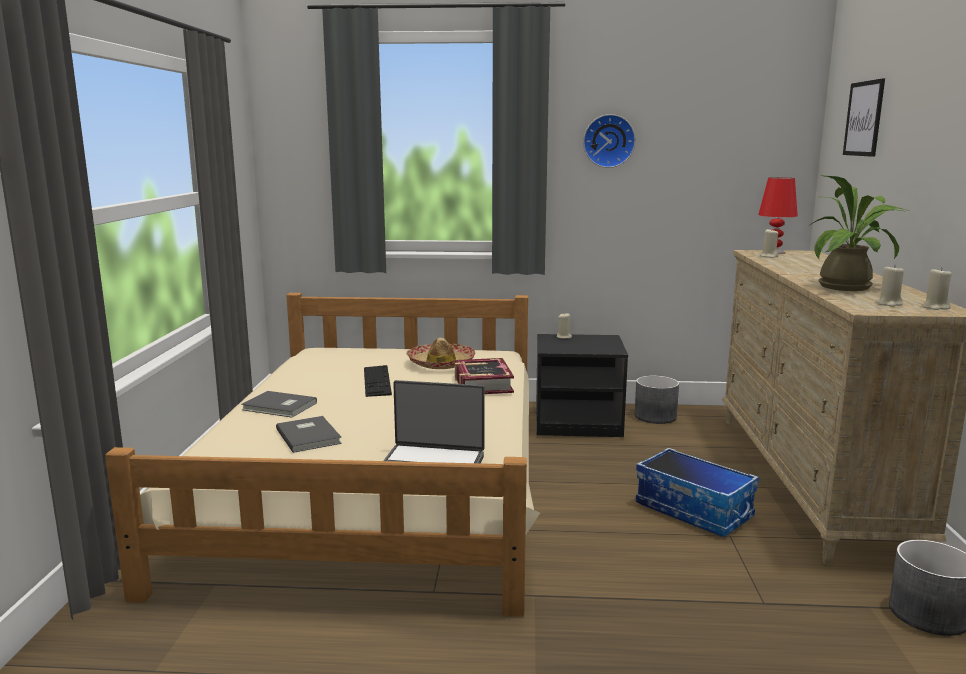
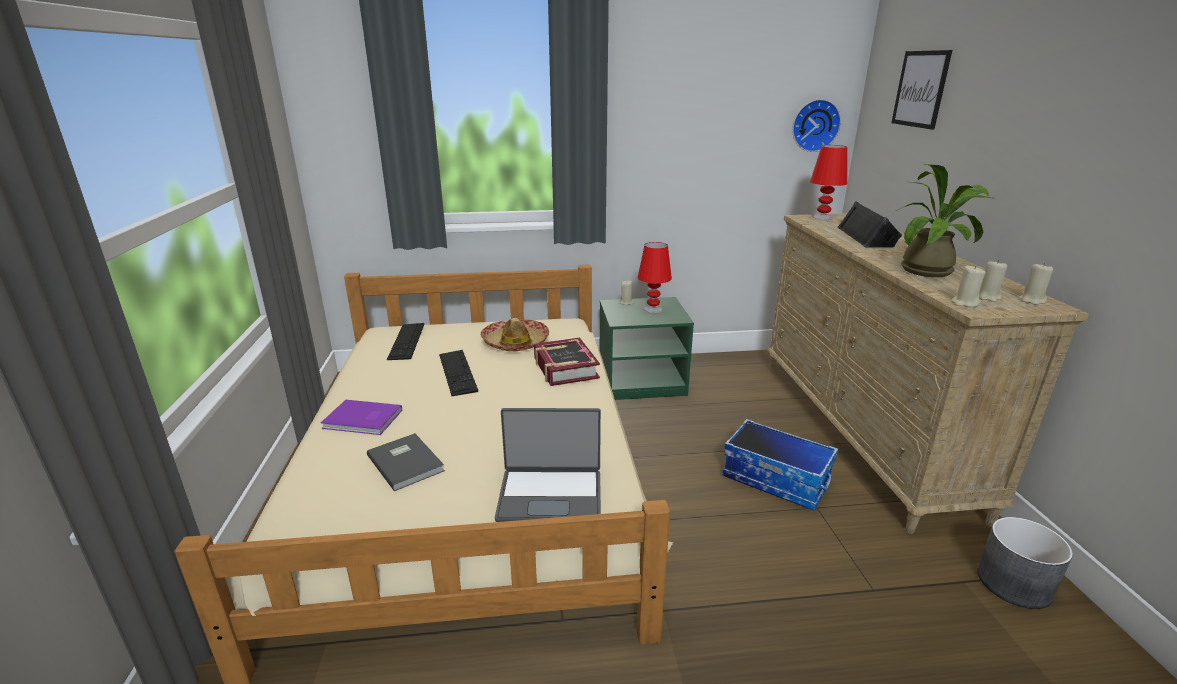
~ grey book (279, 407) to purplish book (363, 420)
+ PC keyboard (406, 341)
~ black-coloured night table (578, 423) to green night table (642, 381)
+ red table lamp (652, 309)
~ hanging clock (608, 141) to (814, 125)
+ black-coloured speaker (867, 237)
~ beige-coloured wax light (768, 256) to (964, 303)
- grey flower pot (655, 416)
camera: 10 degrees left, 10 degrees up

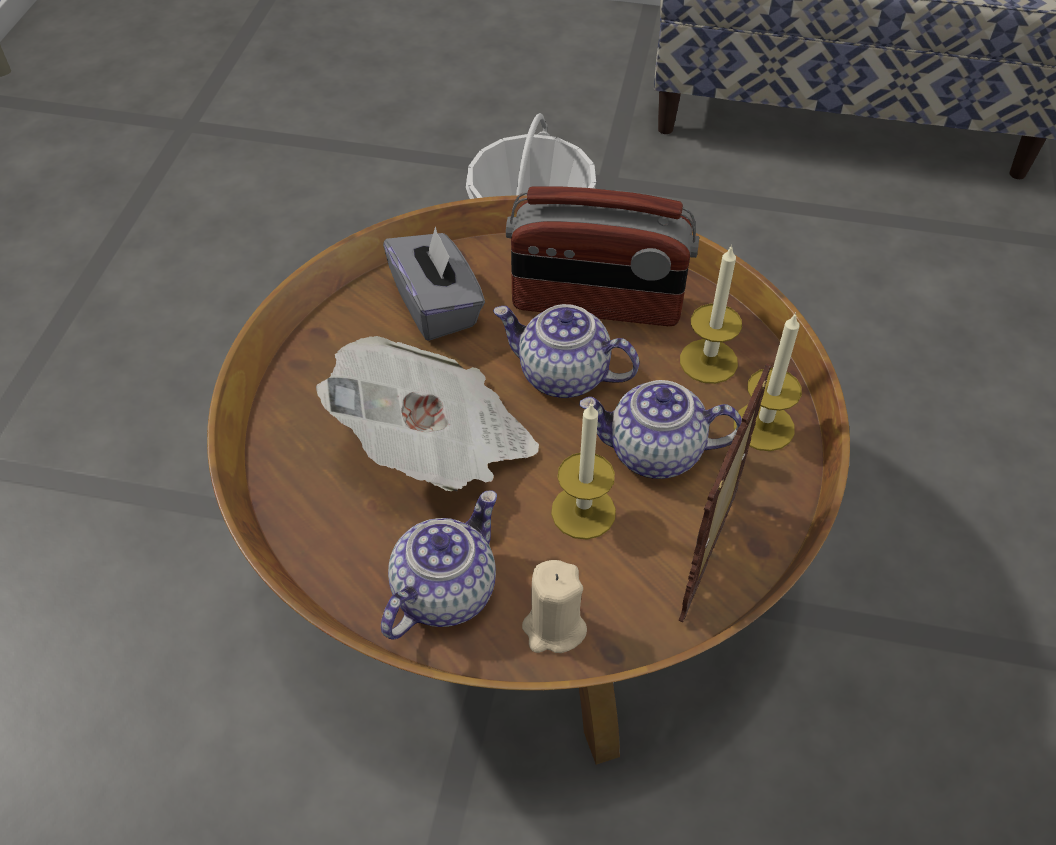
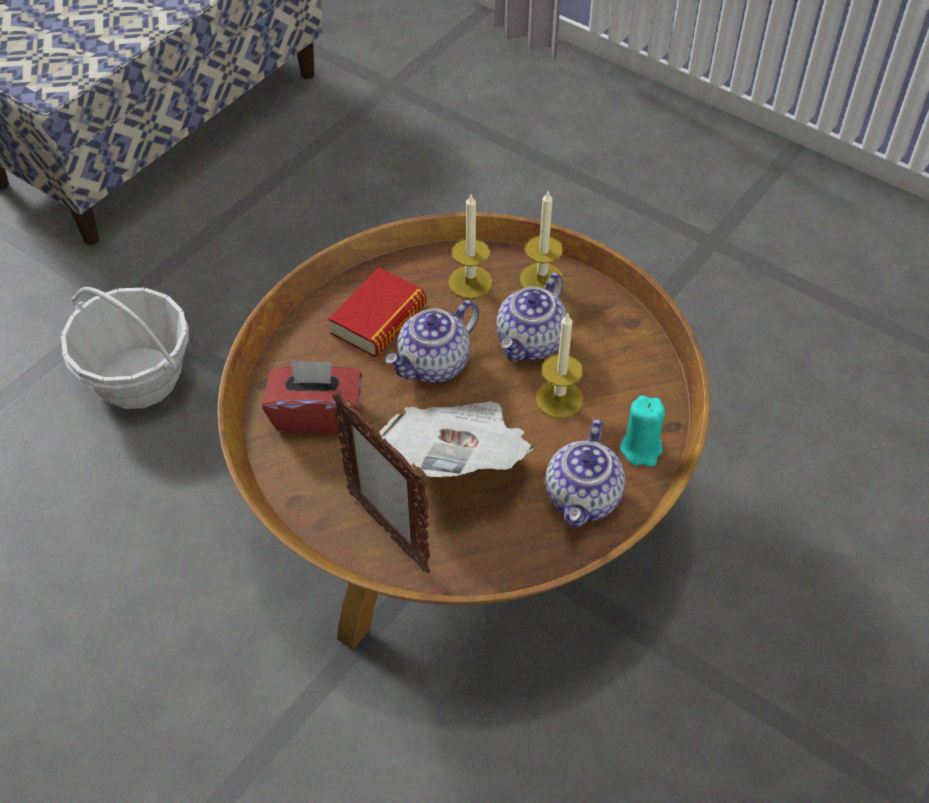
~ grey box of tissues (437, 306) to red box of tissues (316, 414)
~ radio set (596, 304) to book (378, 319)
~ standing frame (710, 556) to (387, 530)
~ tea pot (444, 590) = (584, 498) 135 degrees counterclockwise
~ beige-coloured wax light (554, 628) to turquoise-coloured wax light (641, 449)
camera: 65 degrees left, 0 degrees up

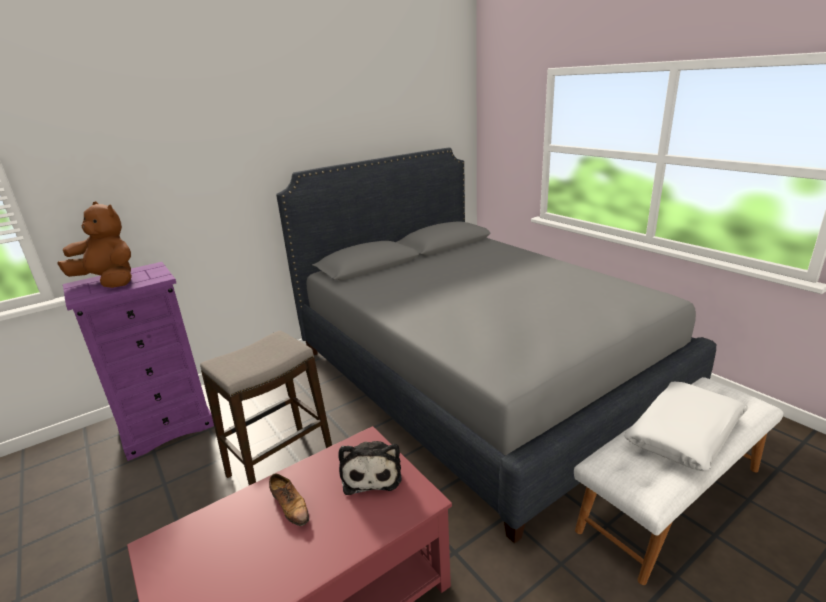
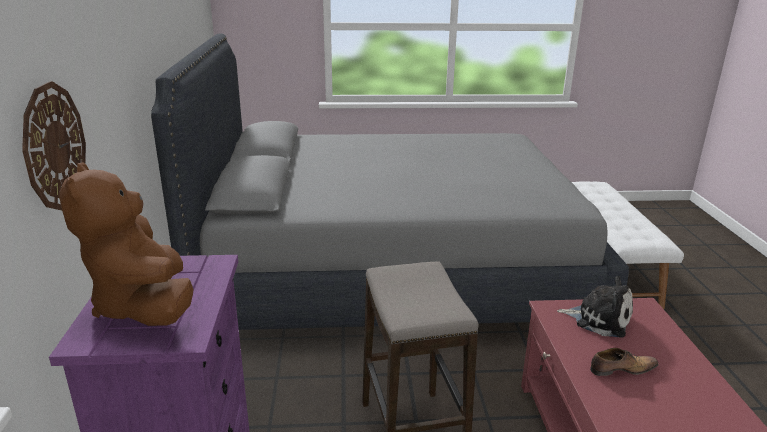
+ hanging clock (54, 147)
~ brown-coloured plush toy (109, 282) = (144, 306) 75 degrees counterclockwise
- white throw pillow (685, 434)
camera: 60 degrees left, 0 degrees up

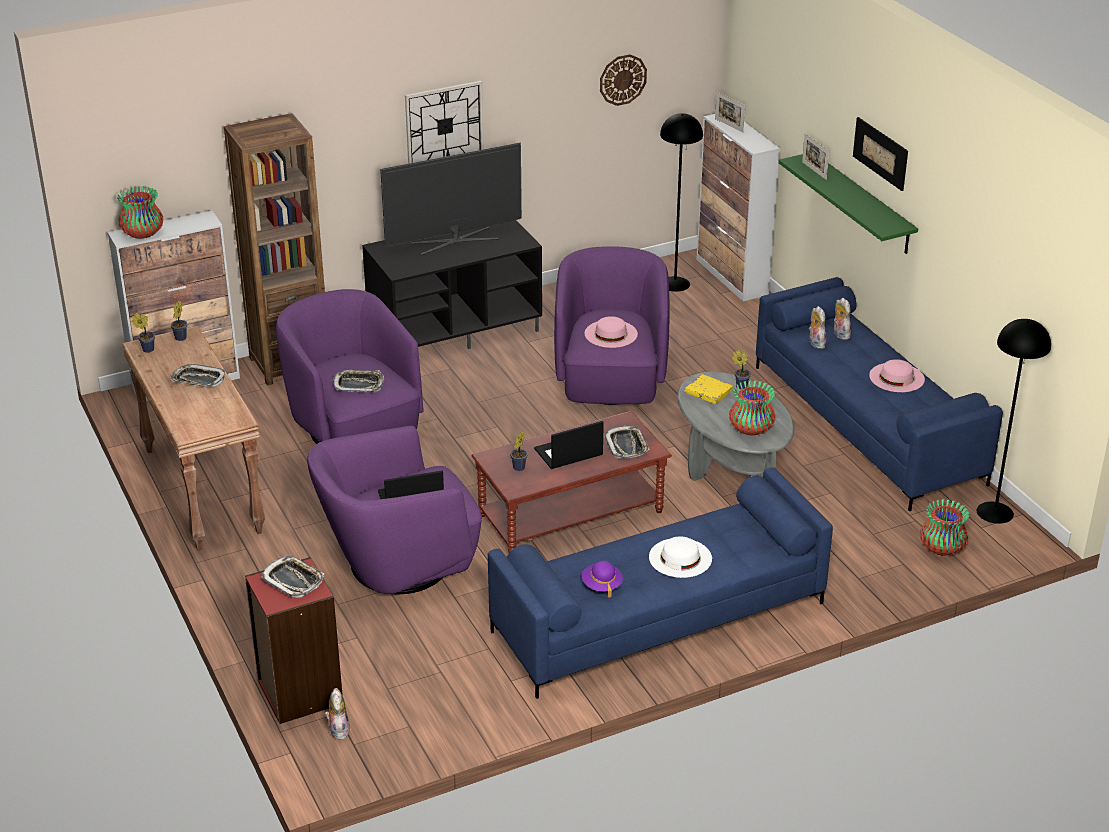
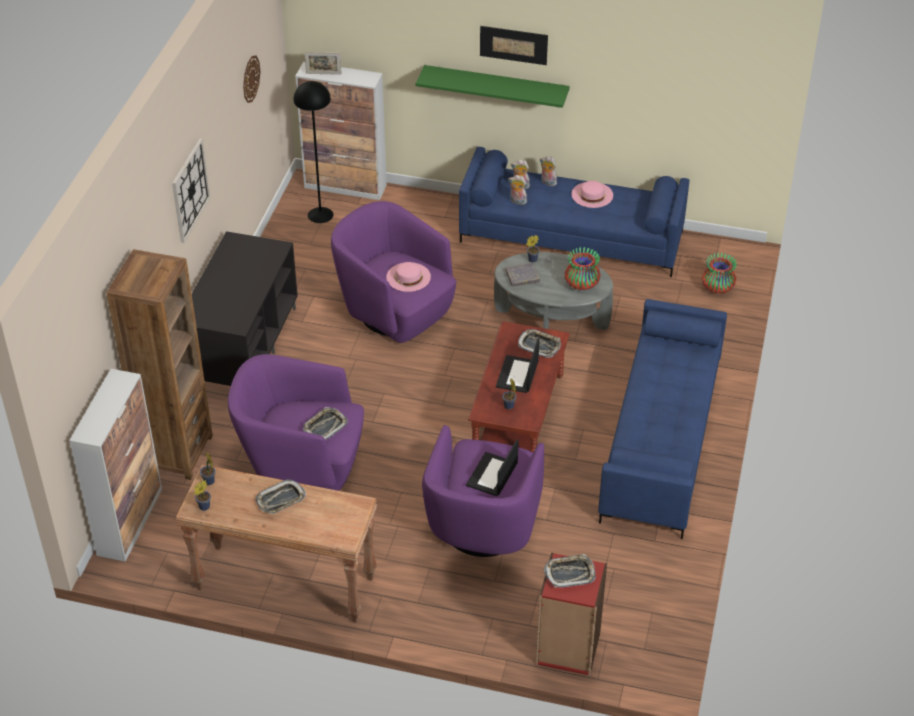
~ yellow book (708, 392) to grey book (522, 276)
~ plush toy (338, 730) to (547, 182)
- vase (142, 233)
- TV (455, 241)
- purplish clothing hat (601, 585)
- white clothing hat (680, 557)
- standing frame (814, 170)
- black-coloured floor lamp (995, 512)
camera: 50 degrees left, 10 degrees up

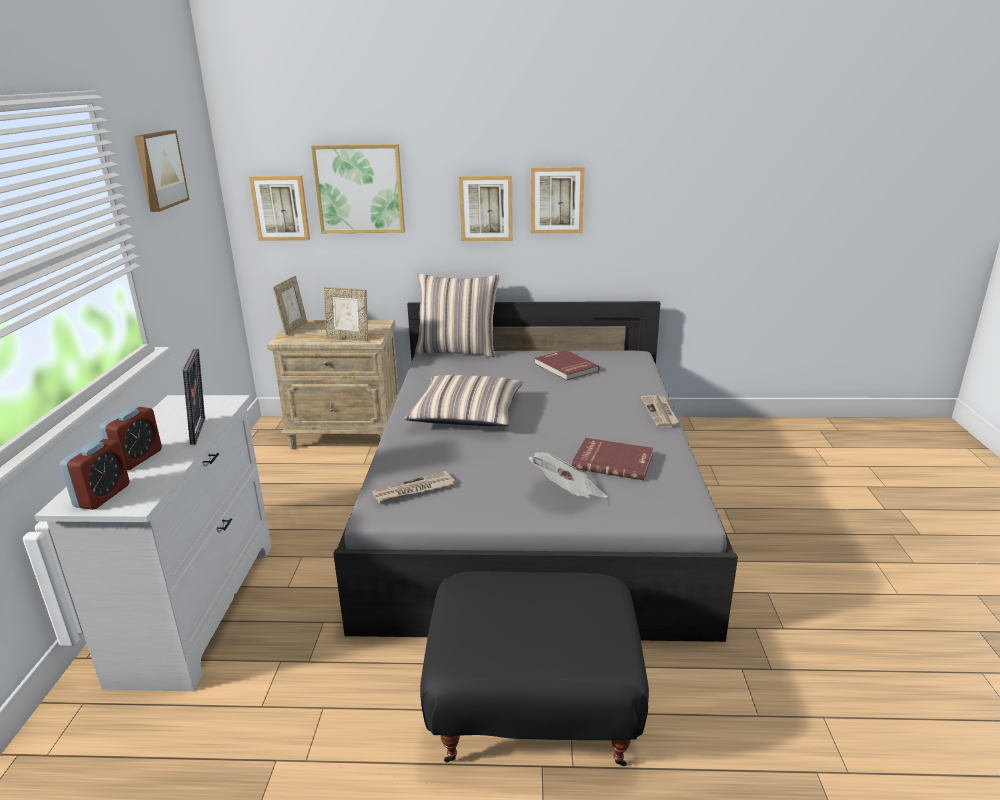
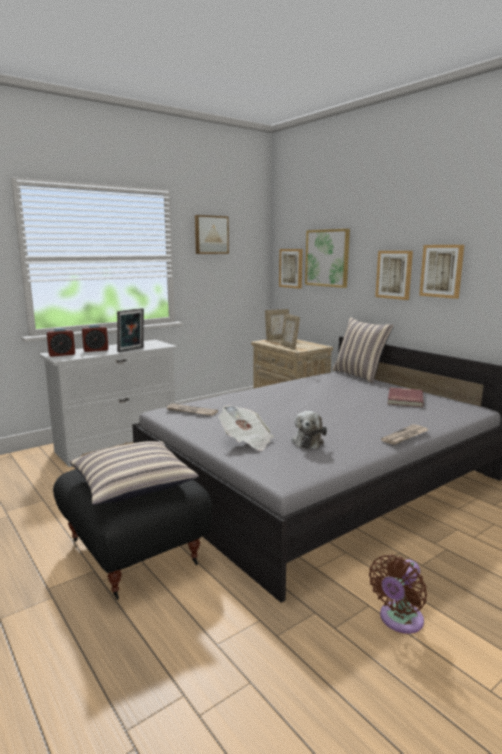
~ throw pillow (467, 414) to (132, 483)
~ red book (613, 461) to plush toy (308, 441)
+ brown-coloured electric fan (399, 620)
camera: 50 degrees right, 10 degrees down

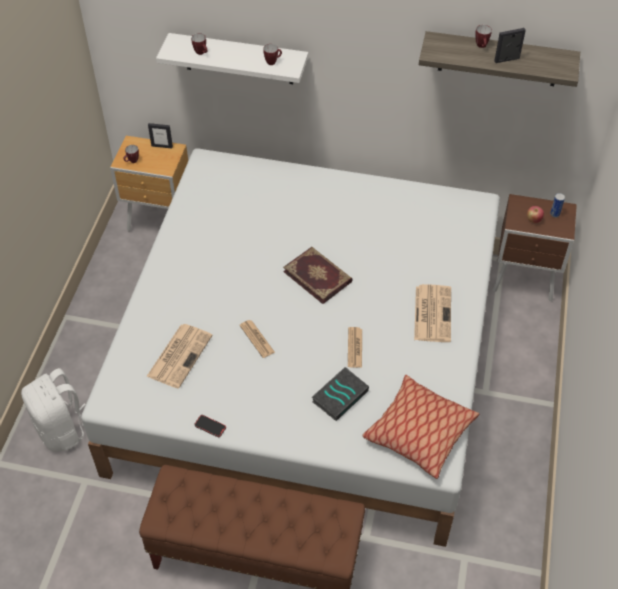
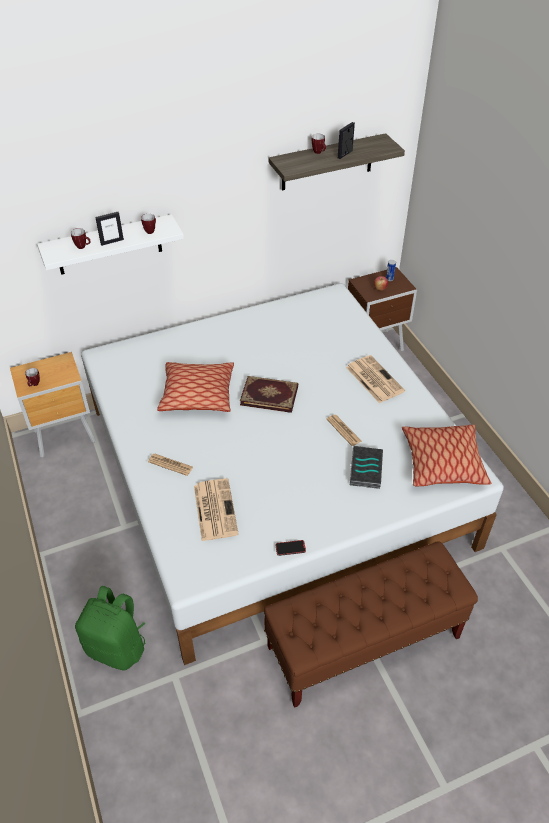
~ white rucksack (62, 429) to green rucksack (117, 647)
~ standing frame (162, 146) to (112, 241)
~ daily paper (257, 339) to (170, 464)
+ throw pillow (197, 394)
camera: 35 degrees left, 5 degrees down

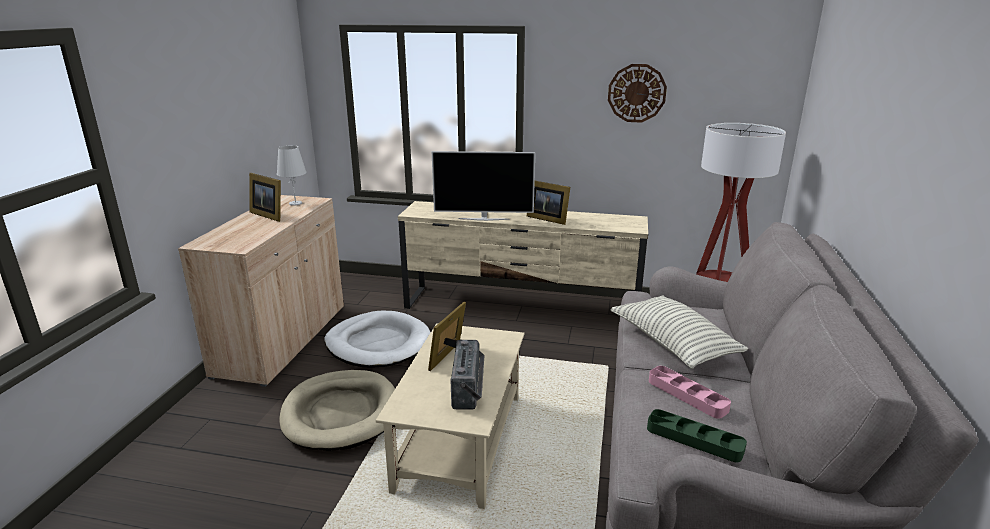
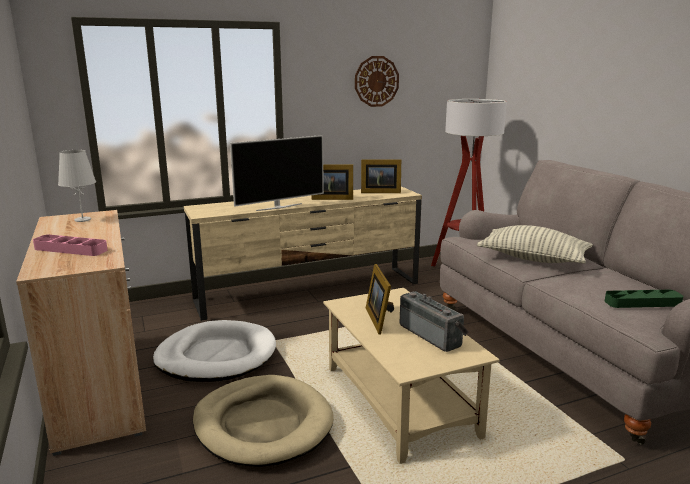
~ pinkish carrying tray (687, 395) to (71, 249)
~ standing frame (269, 215) to (379, 192)
camera: 35 degrees left, 5 degrees down

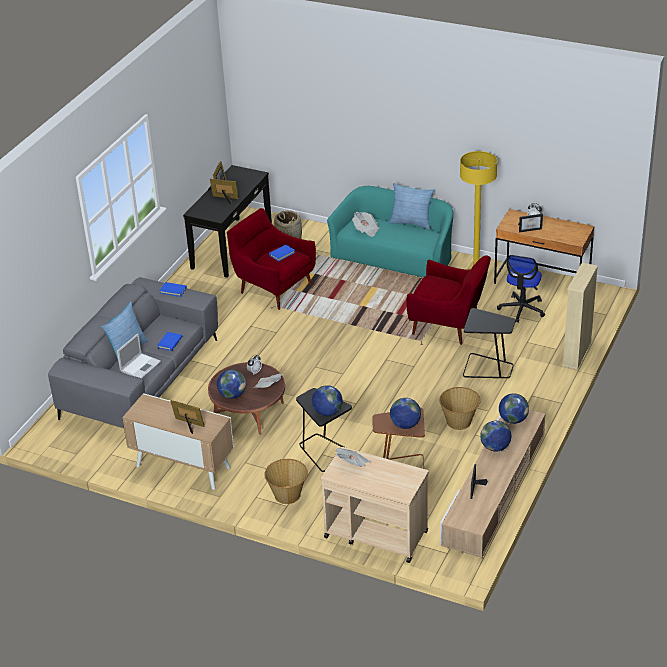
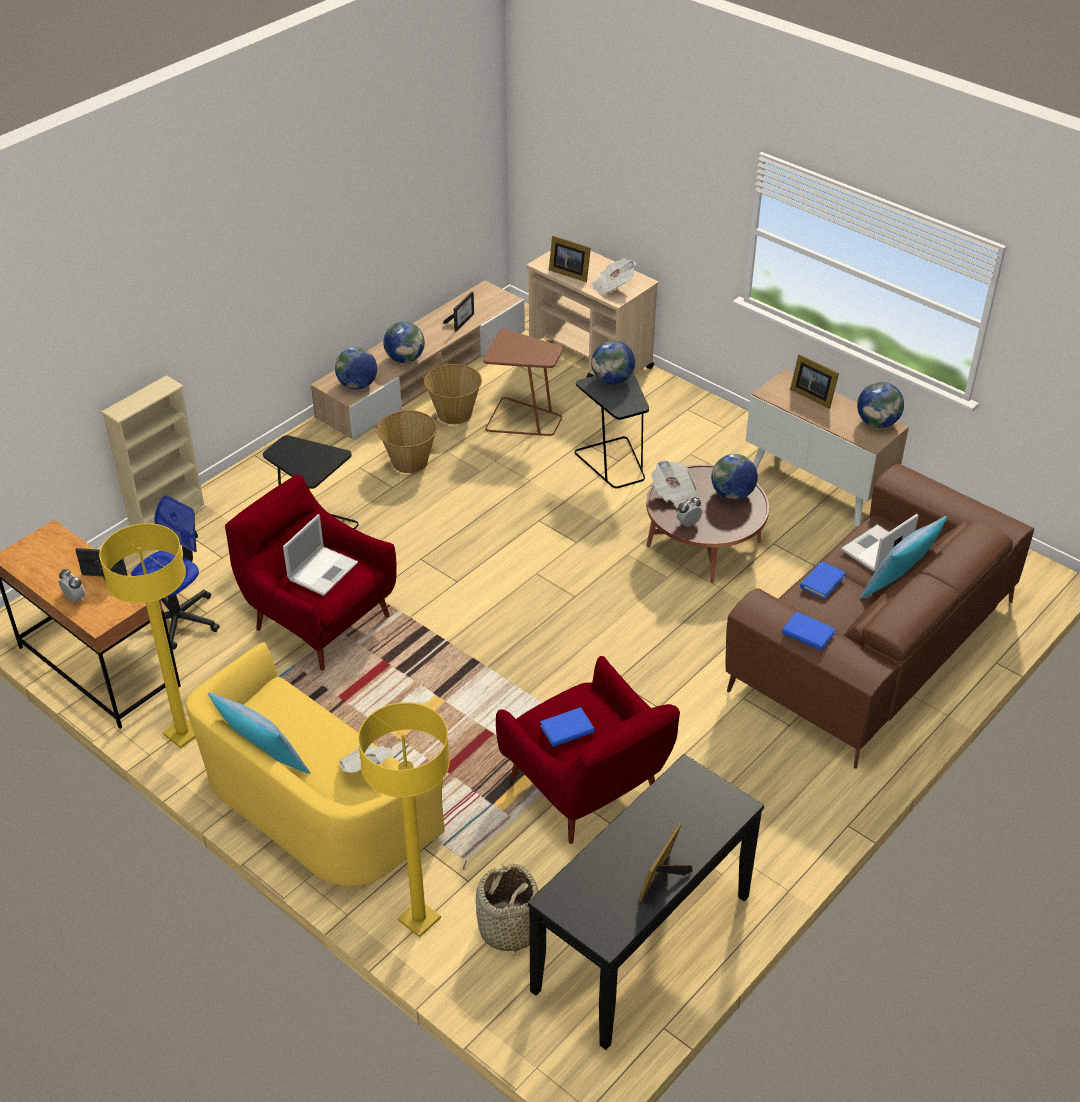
~ turquoise-coloured couch (395, 257) to yellow couch (314, 805)
+ notebook computer (323, 570)
+ yellow floor lamp (419, 919)
~ basket (287, 495) to (454, 413)
~ standing frame (225, 199) to (569, 272)
~ grey couch (141, 379) to brown-coloured couch (871, 644)
~ desk globe (405, 425) to (877, 423)
camera: 165 degrees left, 5 degrees up

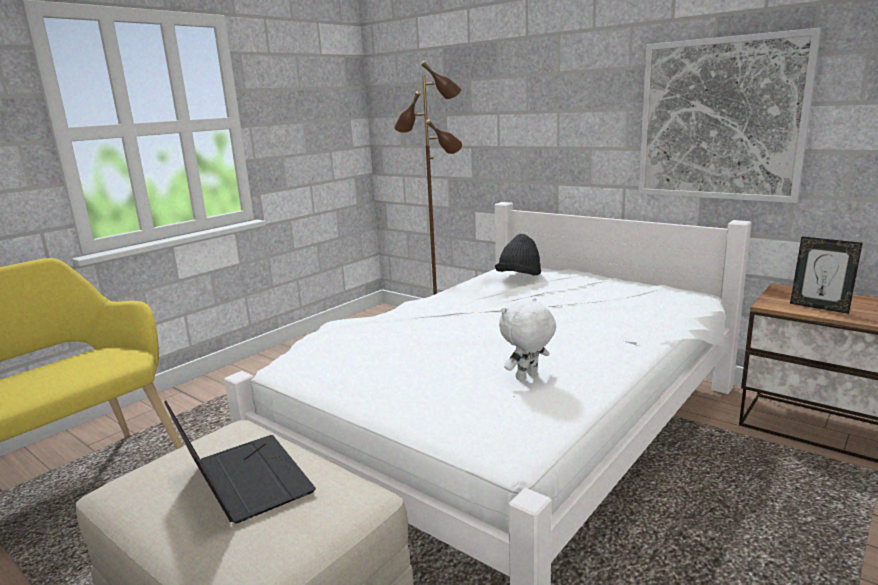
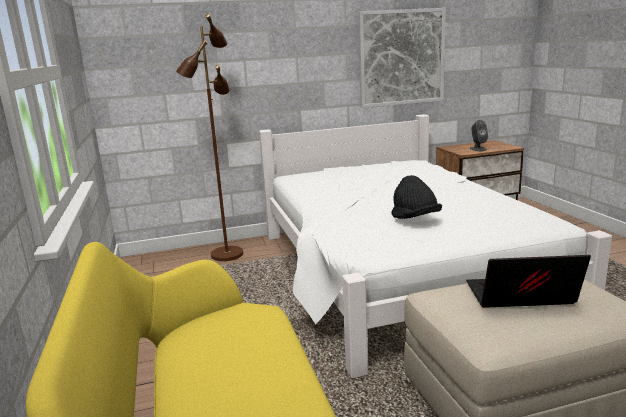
~ black-coloured clothing hat (519, 277) to (415, 219)
~ standing frame (819, 307) to grey speaker (478, 149)
- white plush toy (527, 377)
camera: 55 degrees left, 0 degrees up

